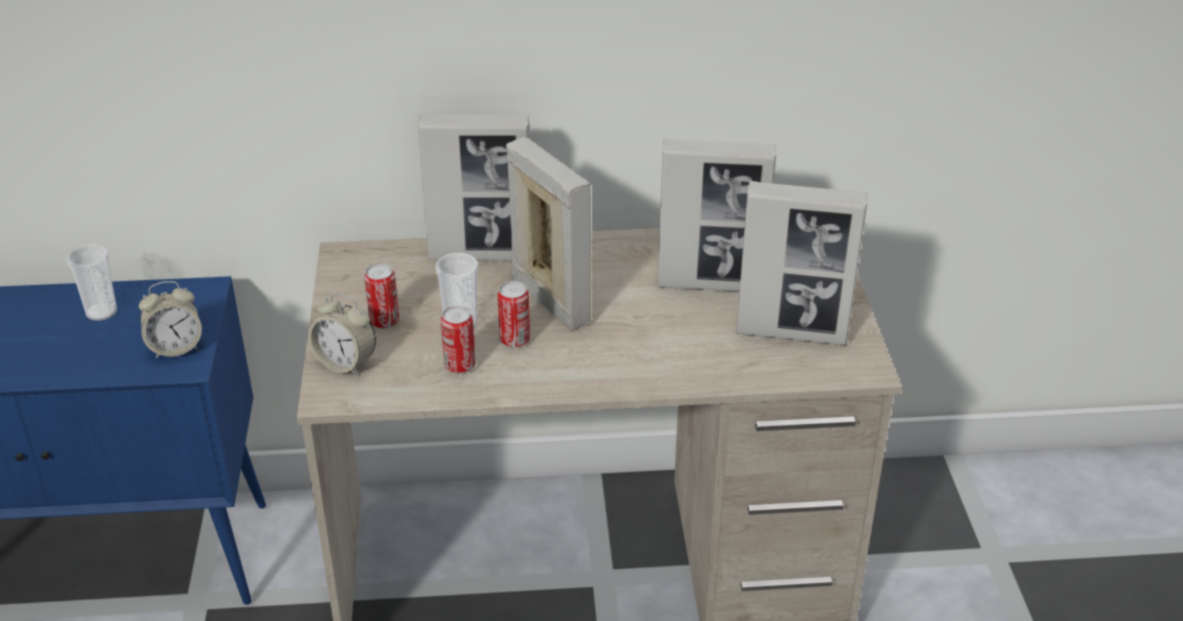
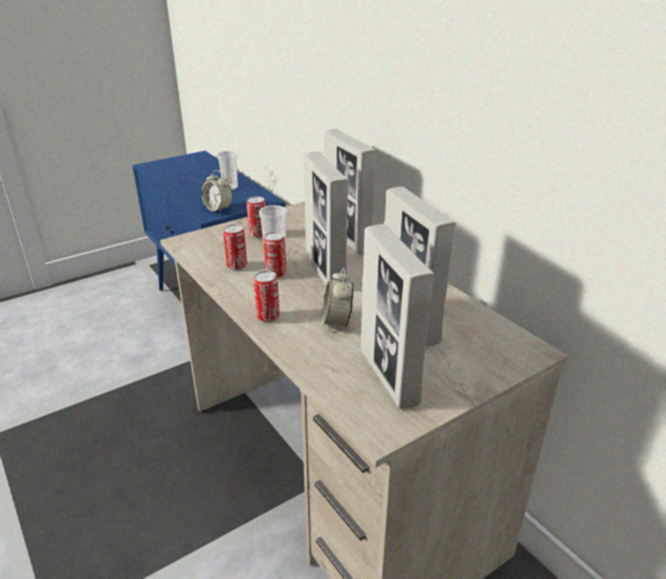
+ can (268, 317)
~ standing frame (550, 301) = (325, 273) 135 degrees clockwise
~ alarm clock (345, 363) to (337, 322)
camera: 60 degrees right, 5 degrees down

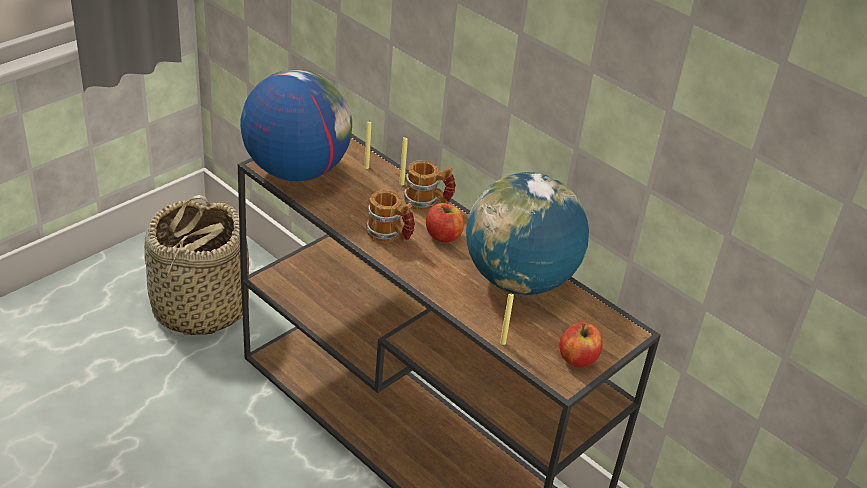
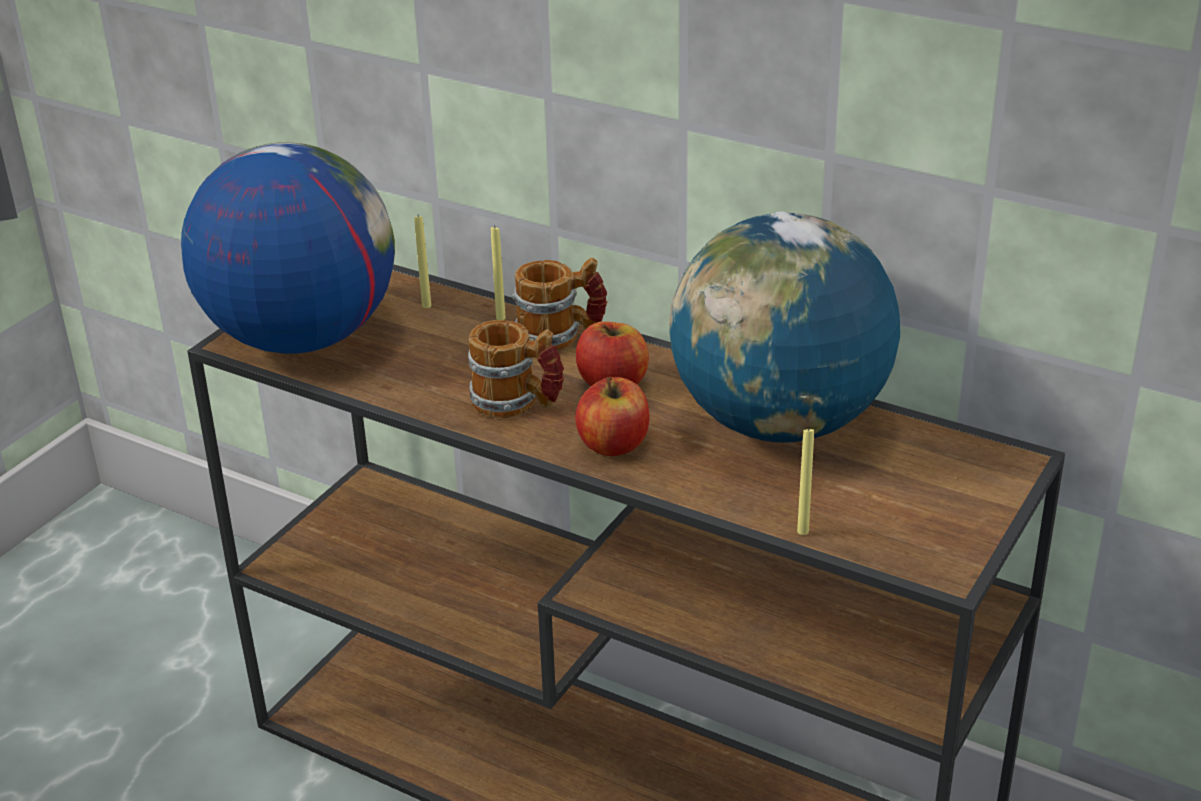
~ whole apple (578, 358) to (613, 444)
- basket (199, 308)
camera: 10 degrees left, 5 degrees down

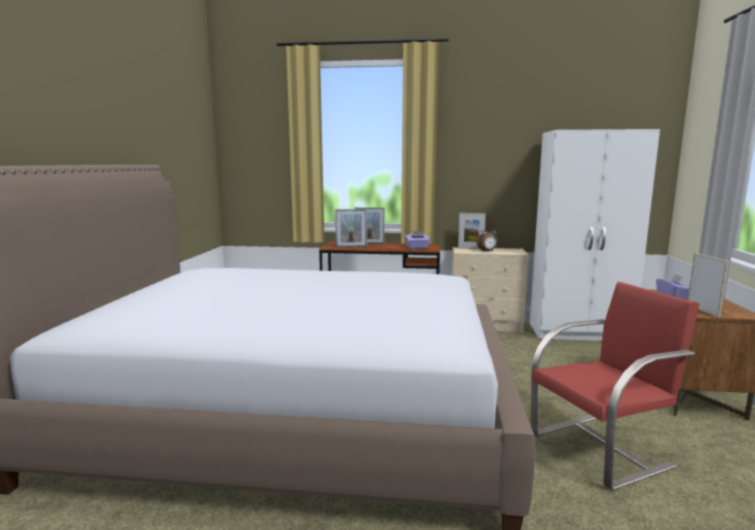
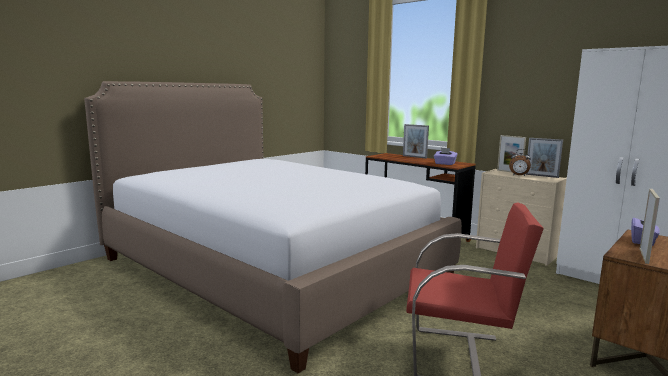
~ standing frame (351, 246) to (541, 176)
camera: 35 degrees right, 0 degrees up

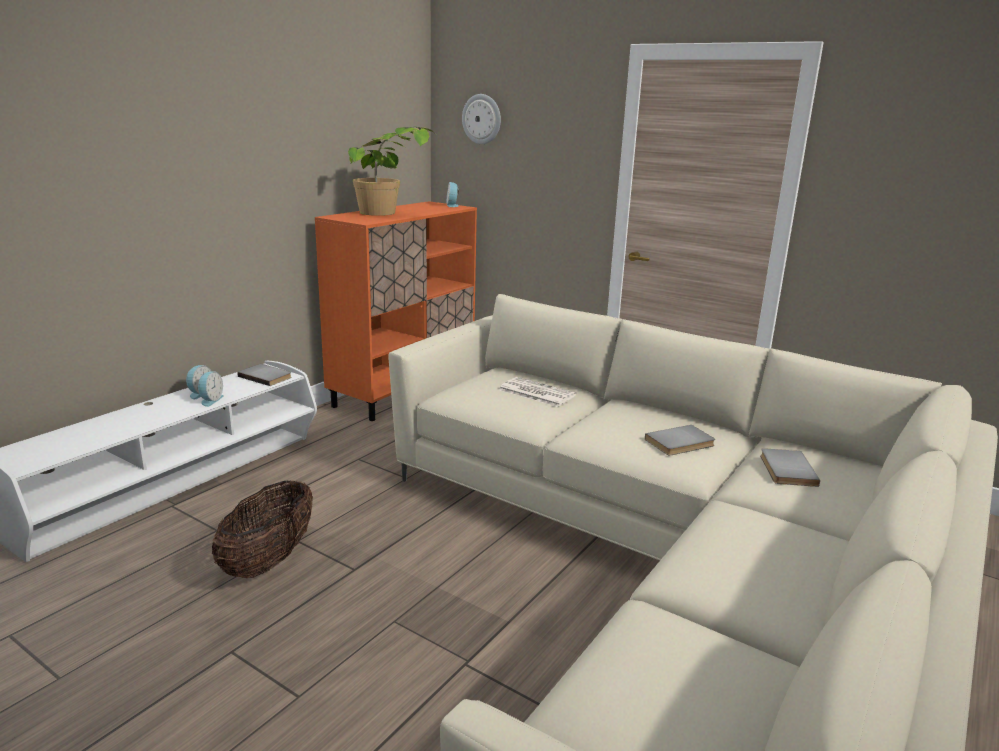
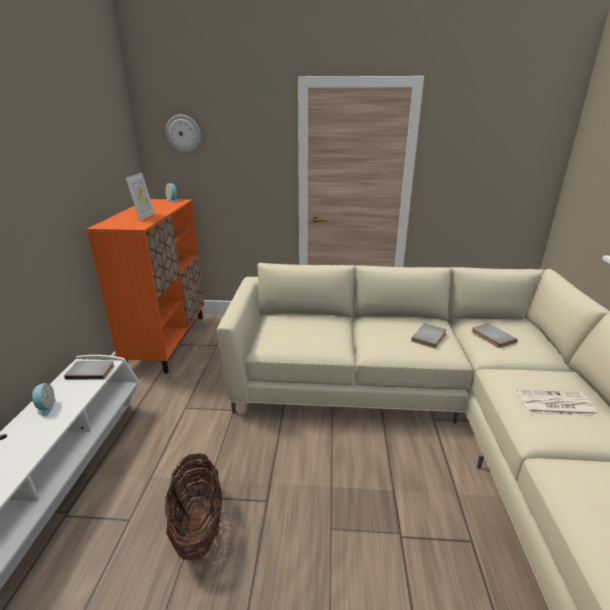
~ potted plant (389, 215) to standing frame (144, 217)
~ daily paper (535, 393) to (554, 404)
- alarm clock (210, 400)
camera: 30 degrees left, 5 degrees up

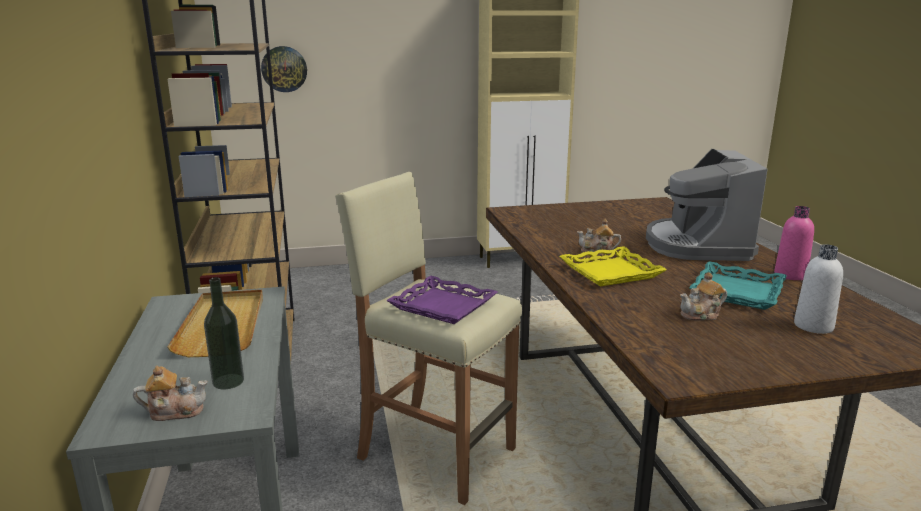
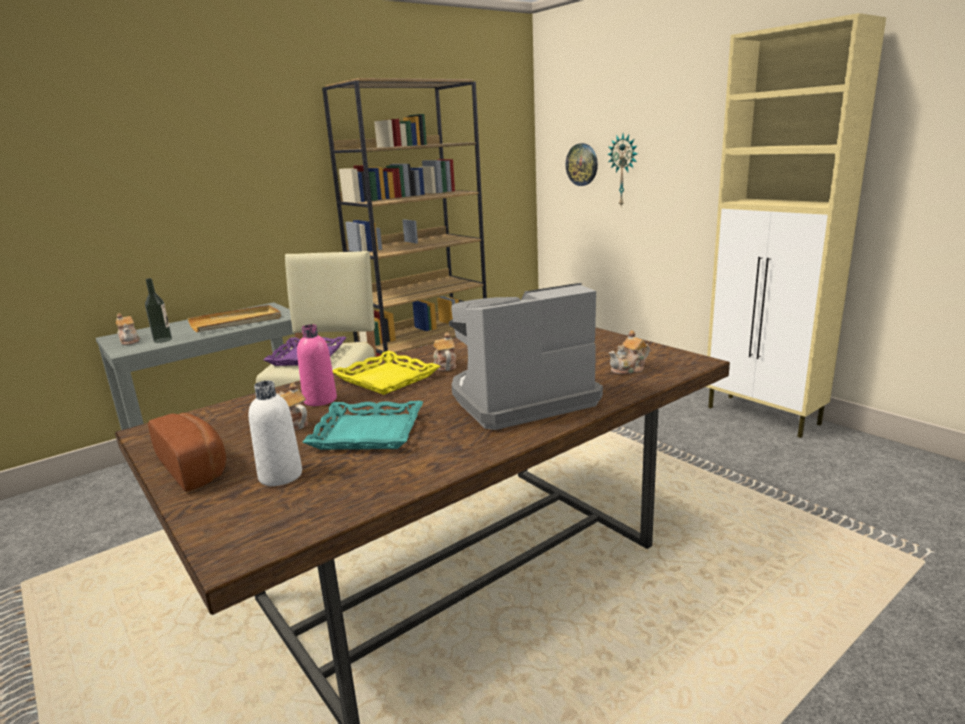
+ bread (196, 466)
~ pinkish bottle (790, 275) to (320, 400)
+ hanging clock (624, 170)
+ tea pot (629, 369)
camera: 65 degrees right, 0 degrees up

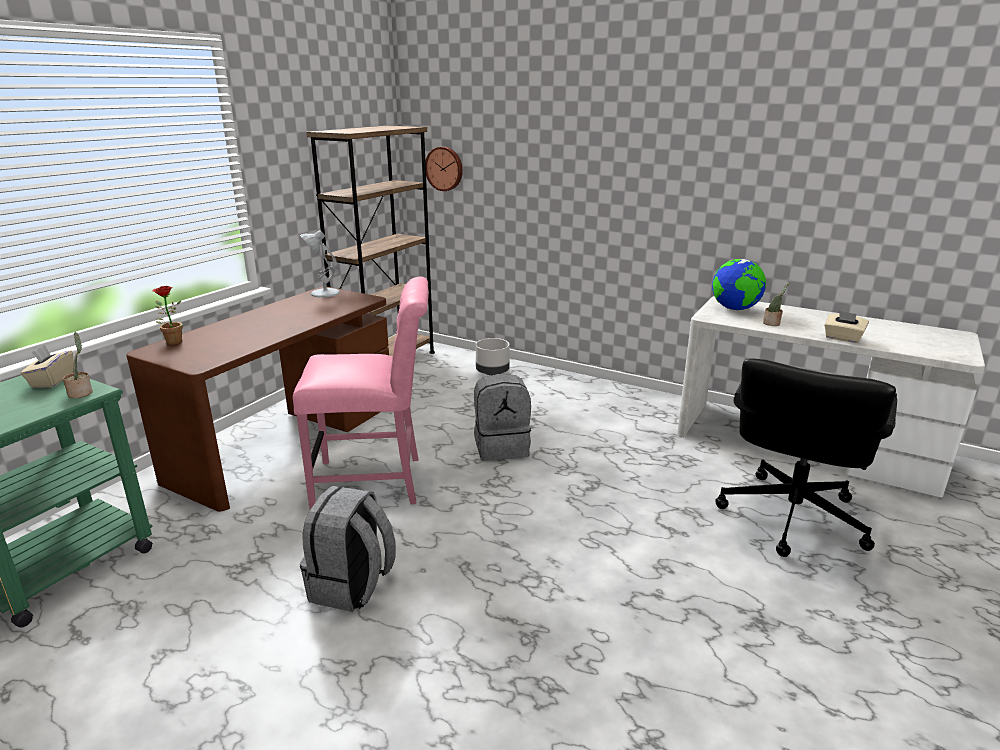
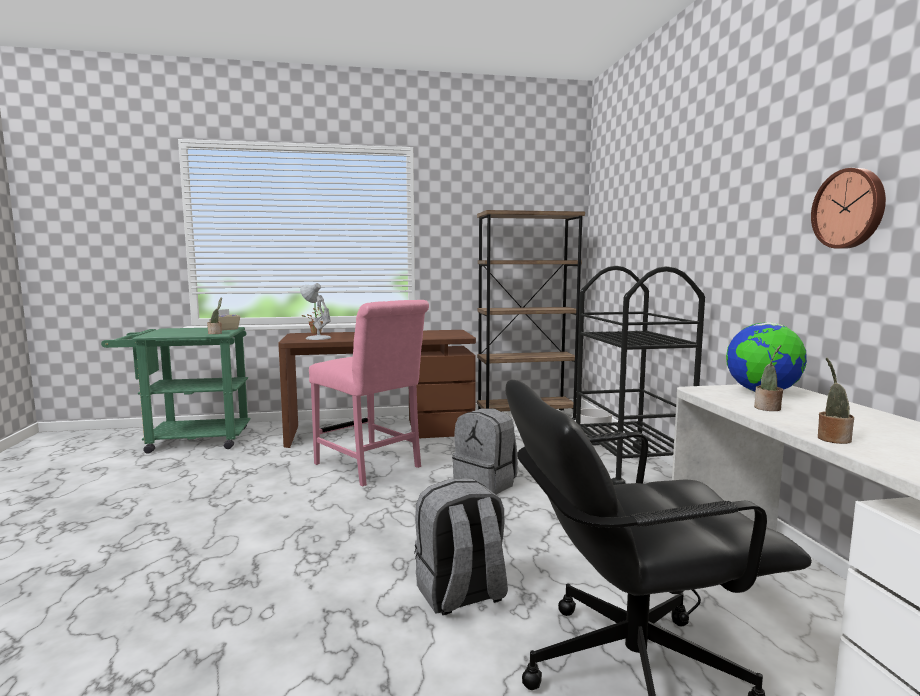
~ white table lamp (323, 293) to (317, 338)
~ grey rucksack (352, 586) to (460, 595)
+ black-coloured cart (629, 470)
~ hanging clock (444, 168) to (850, 208)
~ beige-coloured box of tissues (843, 338) to potted plant (832, 438)
camera: 50 degrees right, 15 degrees down

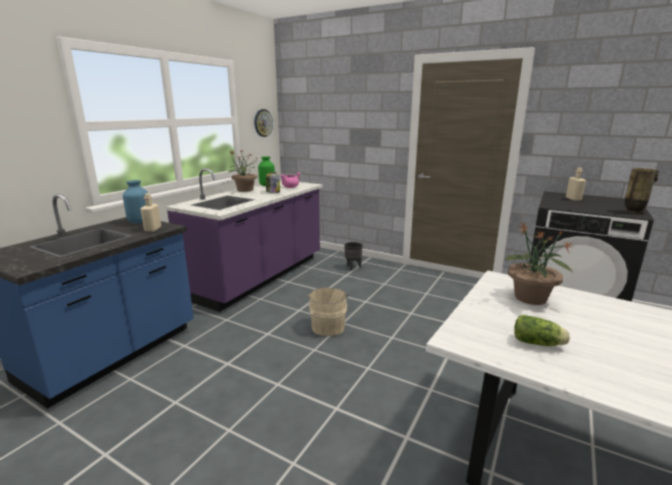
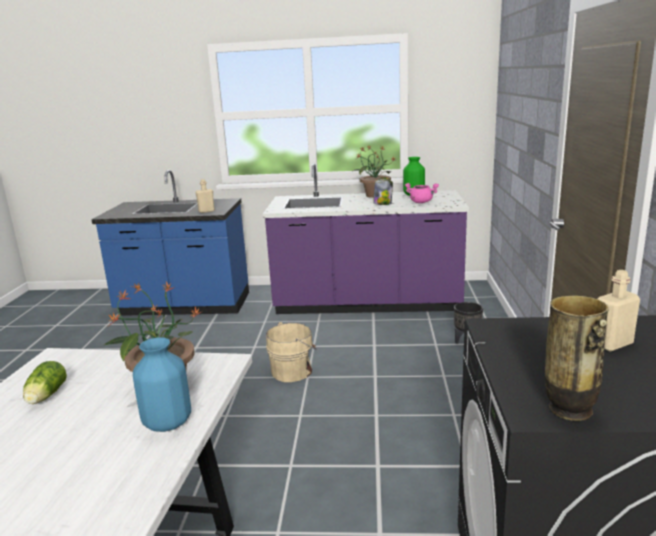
~ blue vase (140, 222) to (167, 423)
- hanging clock (263, 123)
camera: 65 degrees right, 0 degrees up

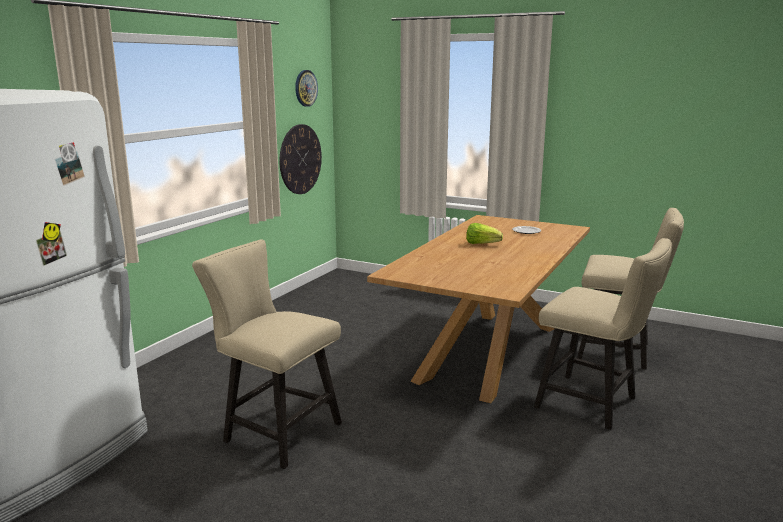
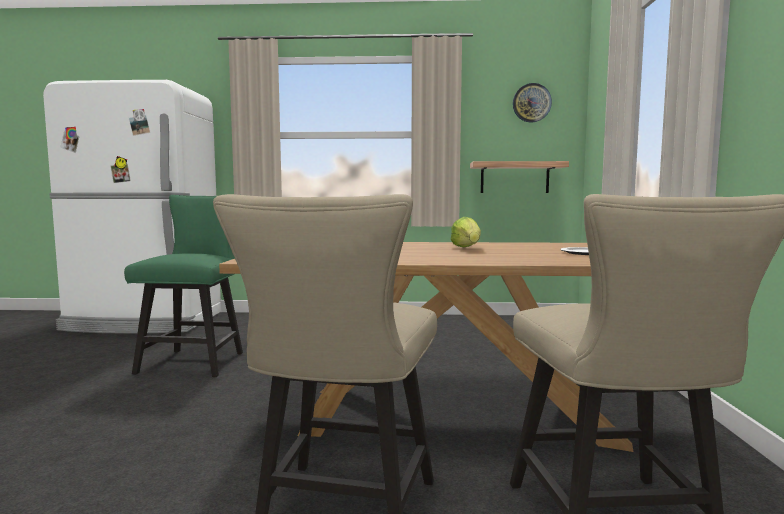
~ beige-coloured chair (275, 431) to green chair (196, 360)
~ hanging clock (300, 159) to wall shelf (514, 178)
camera: 65 degrees right, 10 degrees down

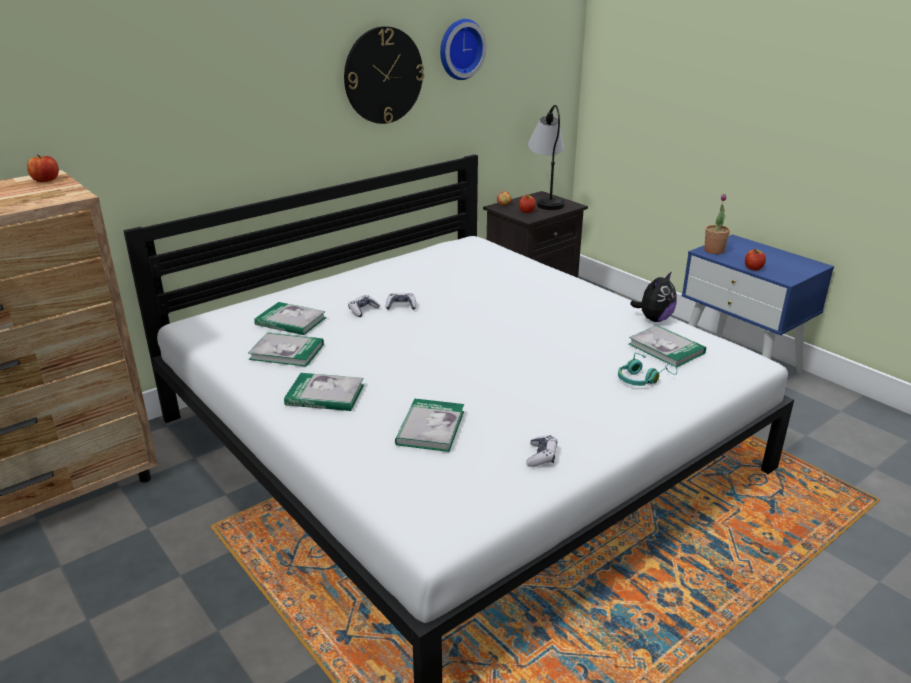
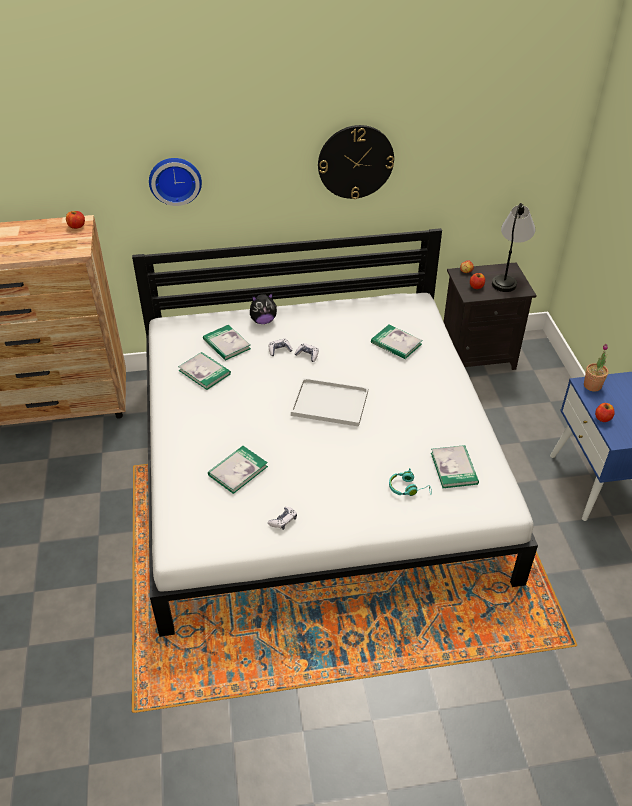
~ hanging clock (459, 49) to (175, 180)
~ plush toy (654, 319) to (263, 321)
+ white carrying tray (331, 403)
~ book (325, 395) to (396, 343)
camera: 30 degrees right, 15 degrees up

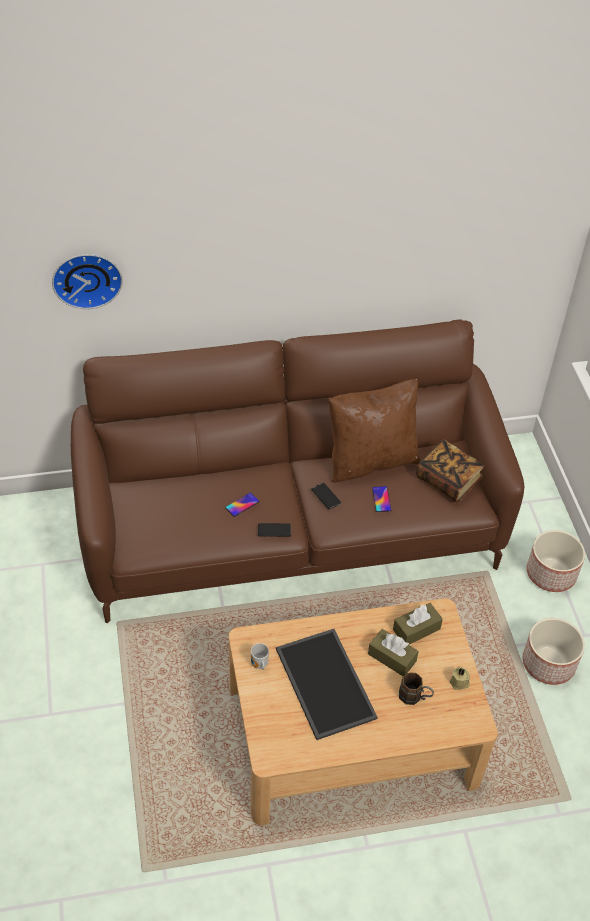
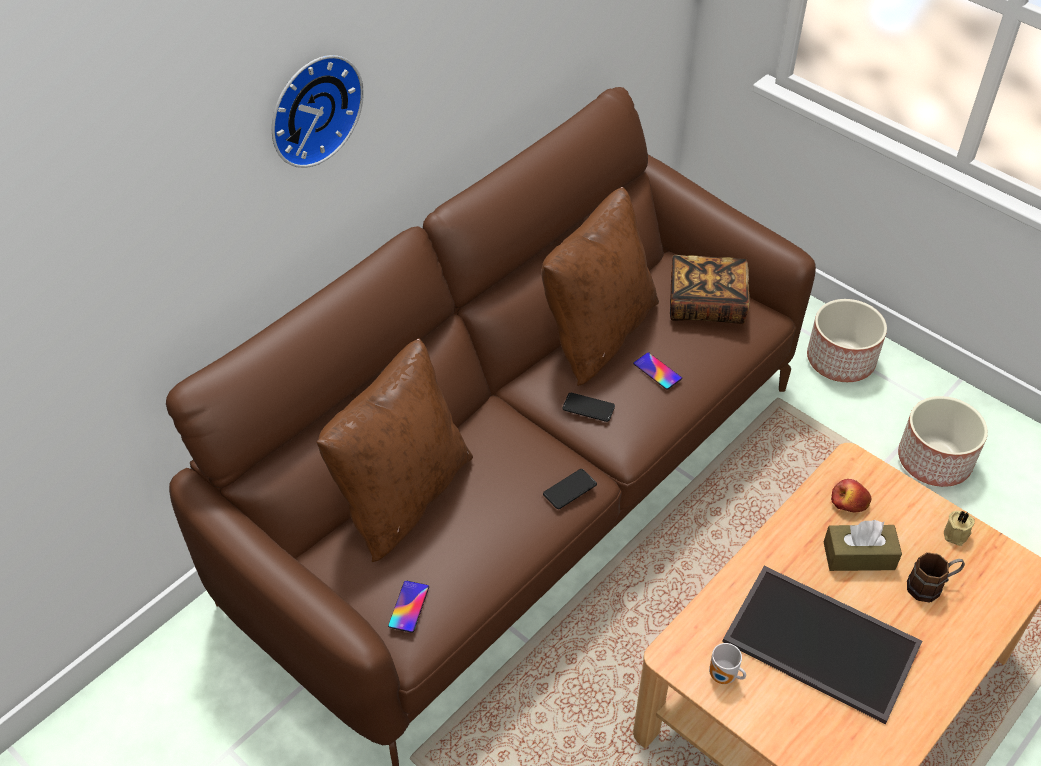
~ hanging clock (87, 278) to (311, 108)
+ brown-coloured throw pillow (401, 495)
~ handset (242, 504) to (409, 606)
~ brown-coloured box of tissues (416, 629) to whole apple (849, 502)
camera: 35 degrees left, 0 degrees up

